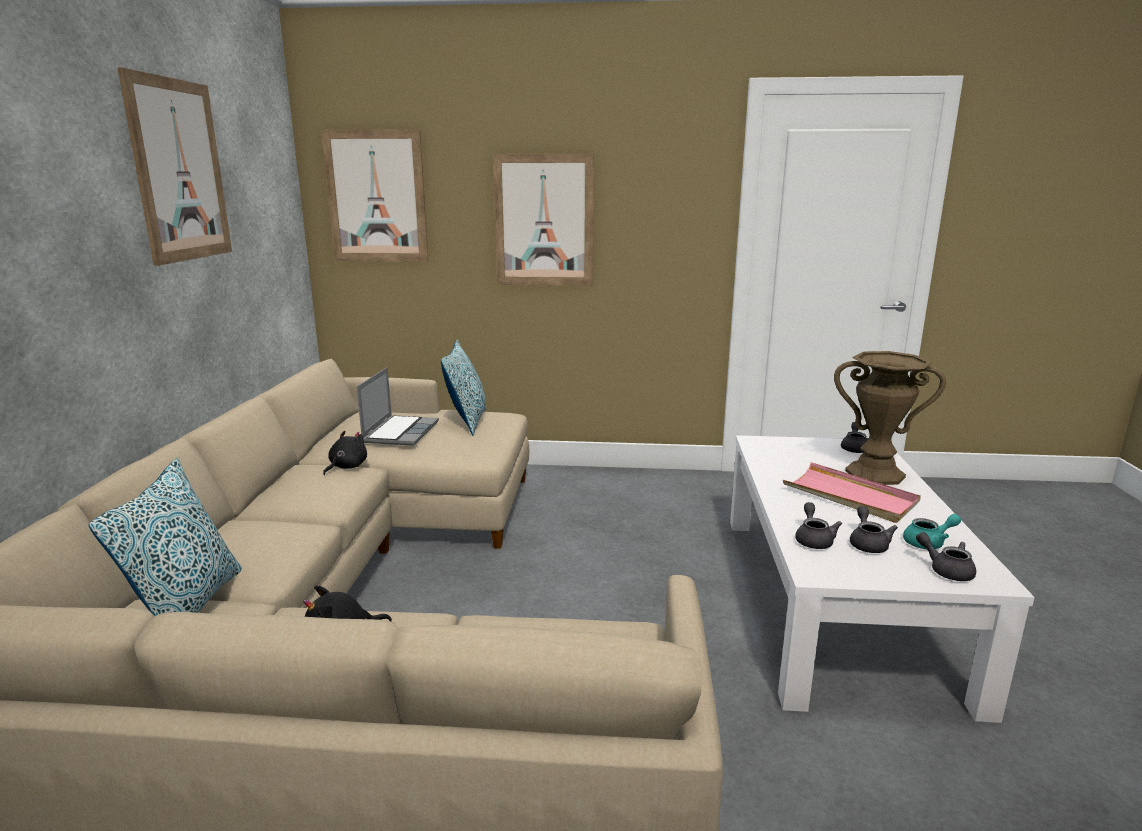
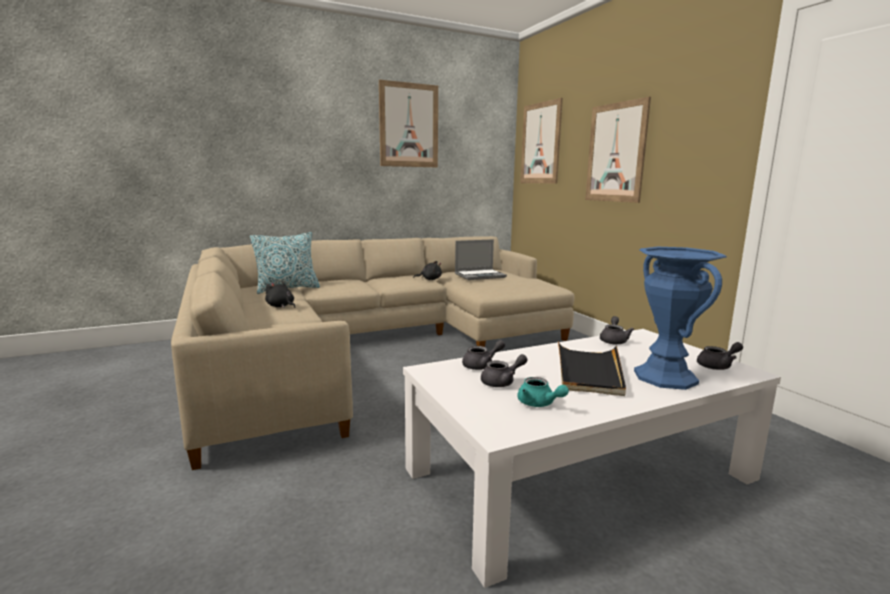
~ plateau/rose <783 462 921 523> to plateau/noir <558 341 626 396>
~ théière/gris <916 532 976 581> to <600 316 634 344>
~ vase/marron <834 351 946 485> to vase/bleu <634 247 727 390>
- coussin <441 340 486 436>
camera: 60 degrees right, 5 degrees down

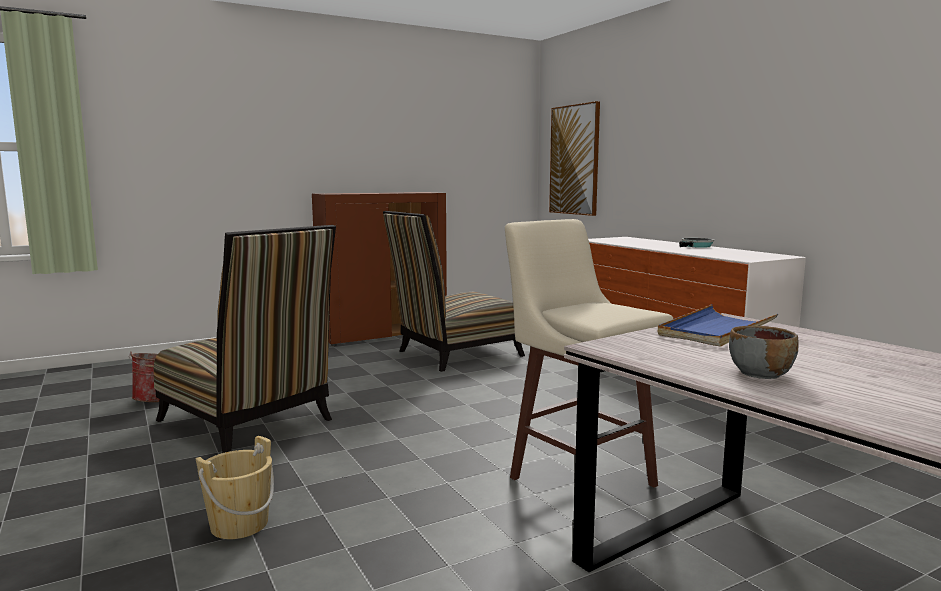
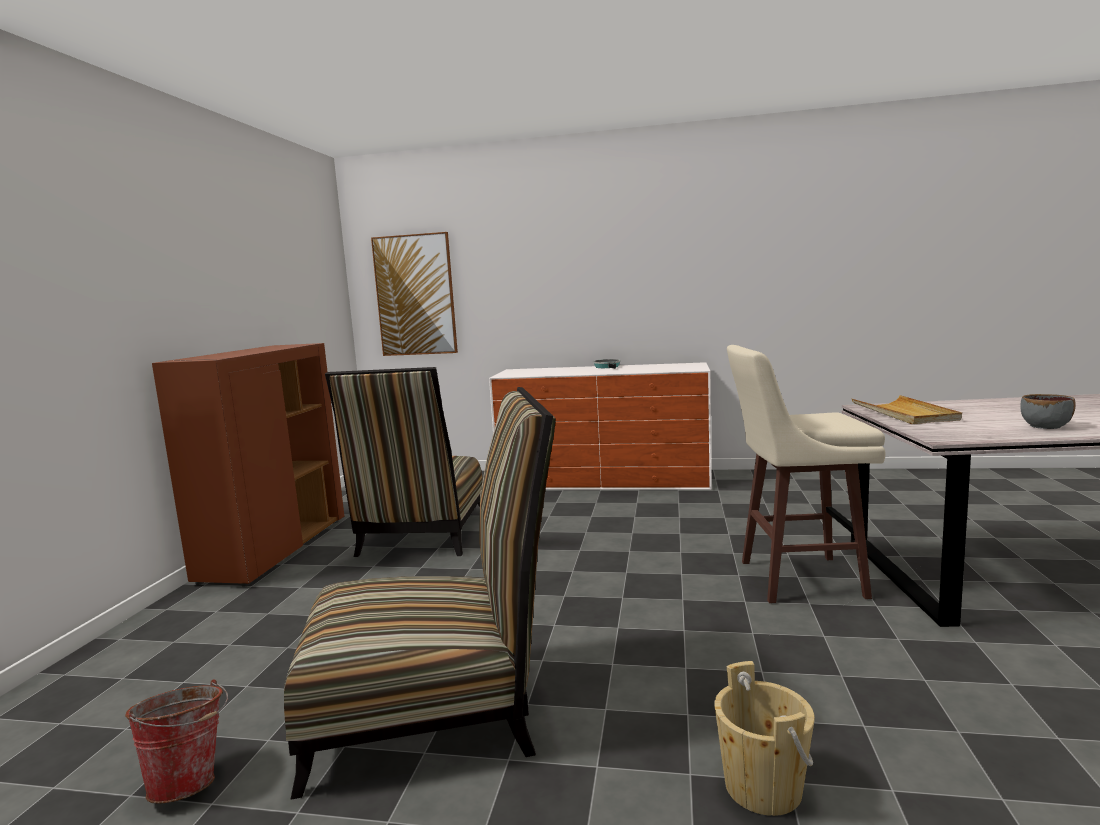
~ plateau/bleu <658 305 778 347> to plateau/beige <852 395 962 424>
camera: 50 degrees left, 0 degrees up

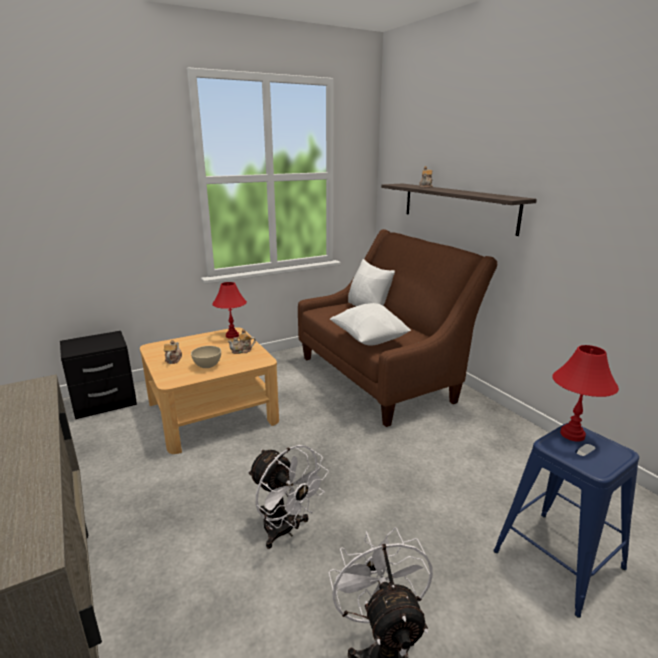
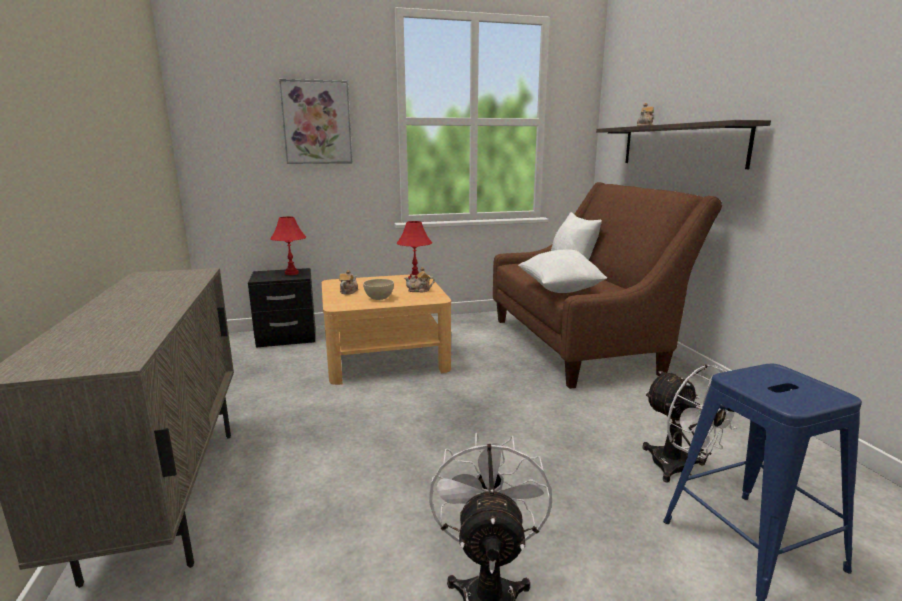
~ lampe de table/rouge <552 345 619 442> to <270 217 306 275>
+ tableau <279 79 352 164>
~ ventilateur/blanc <248 445 329 549> to <643 364 737 483>
camera: 15 degrees right, 5 degrees down

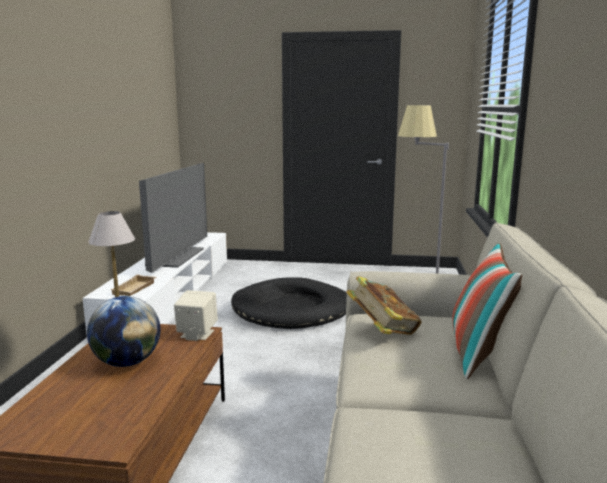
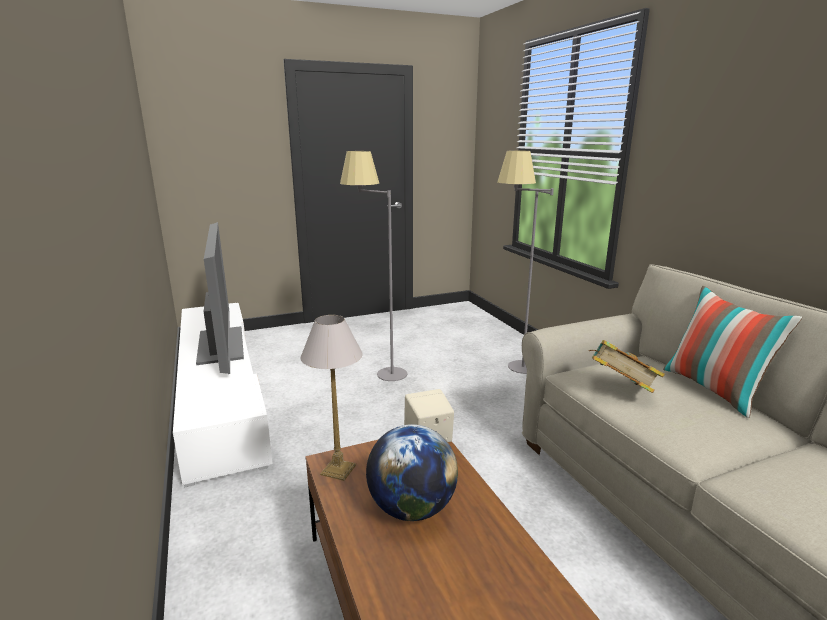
~ panier pour chien/noir <231 277 347 329> to lampadaire/gris <340 151 407 381>
- plateau/beige <110 274 156 296>
camera: 30 degrees left, 5 degrees up

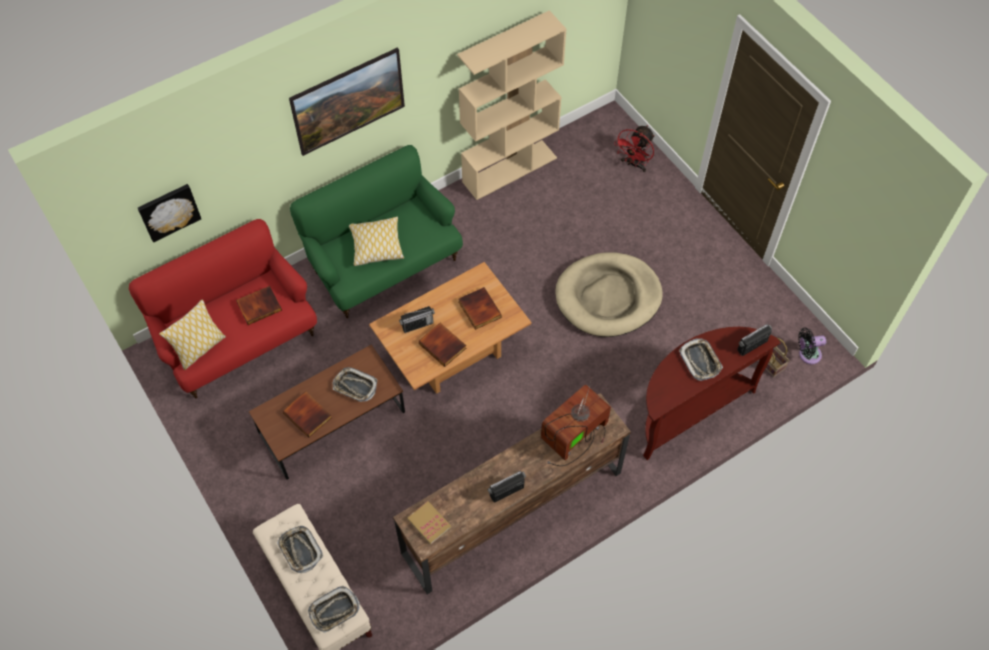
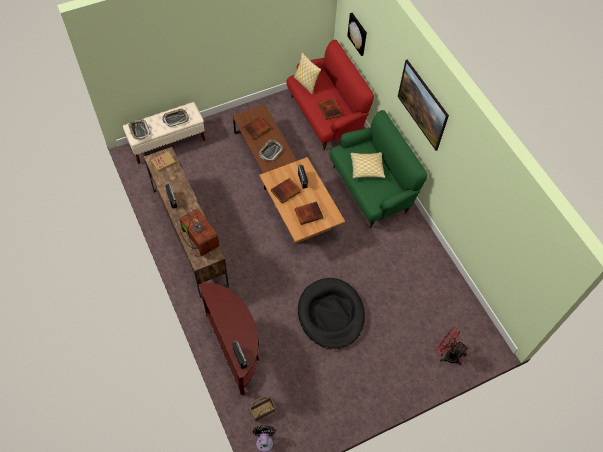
~ panier pour chien/beige <555 252 663 337> to panier pour chien/noir <298 278 365 349>
- bibliothèque/beige <457 11 567 200>
- plateau <679 338 723 381>
camera: 95 degrees right, 0 degrees up

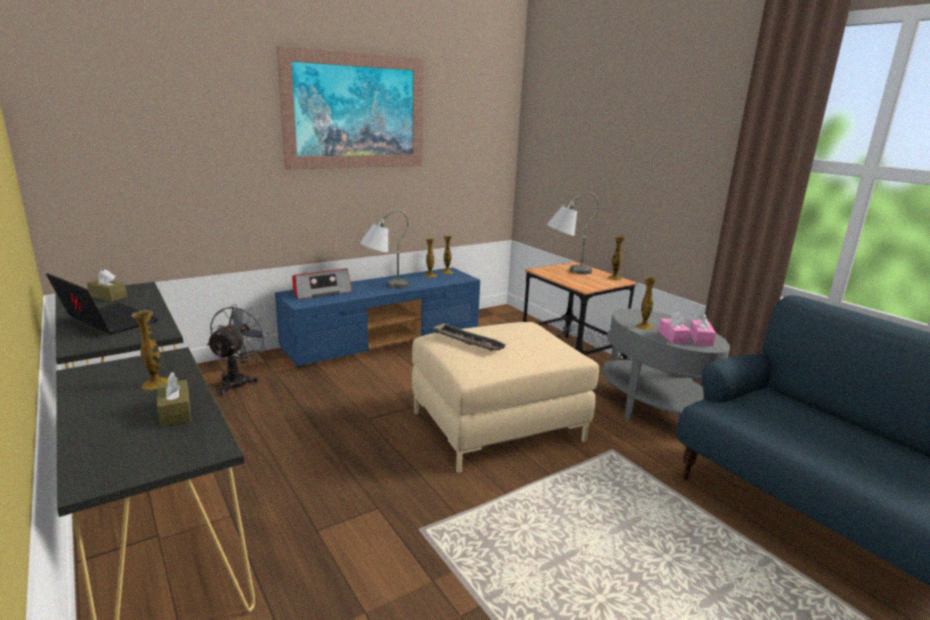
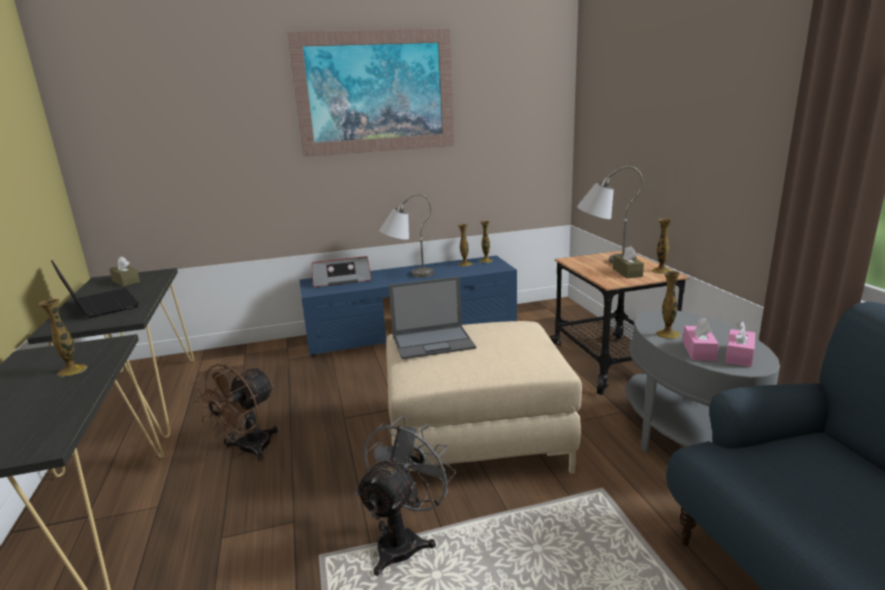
+ ventilateur/marron <192 364 278 461>
~ ventilateur/gris <207 304 270 395> to <355 416 456 576>
~ plateau <433 323 508 351> to ordinateur portable <389 276 476 359>
~ boîte à mouchoirs/marron <157 372 191 427> to <613 246 644 278>
camera: 20 degrees right, 0 degrees up

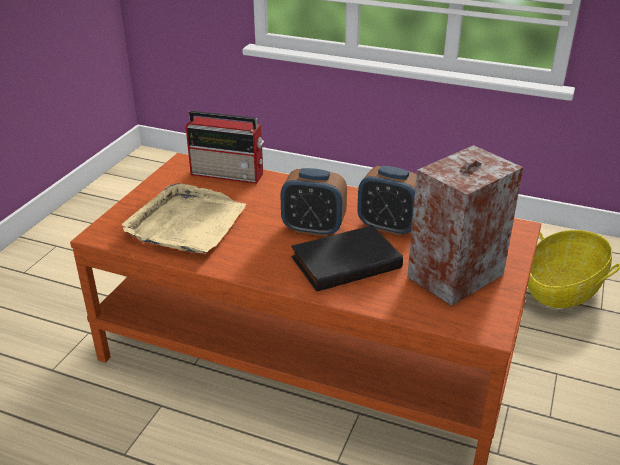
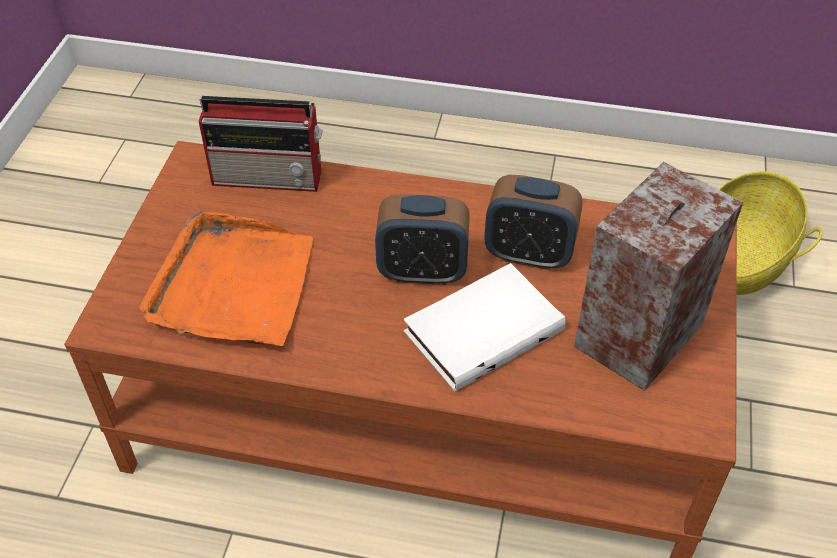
~ plateau/beige <122 183 246 254> to plateau/orange <139 211 313 346>
~ livre/noir <291 225 403 292> to livre/blanc <404 263 566 391>
camera: 10 degrees left, 15 degrees up

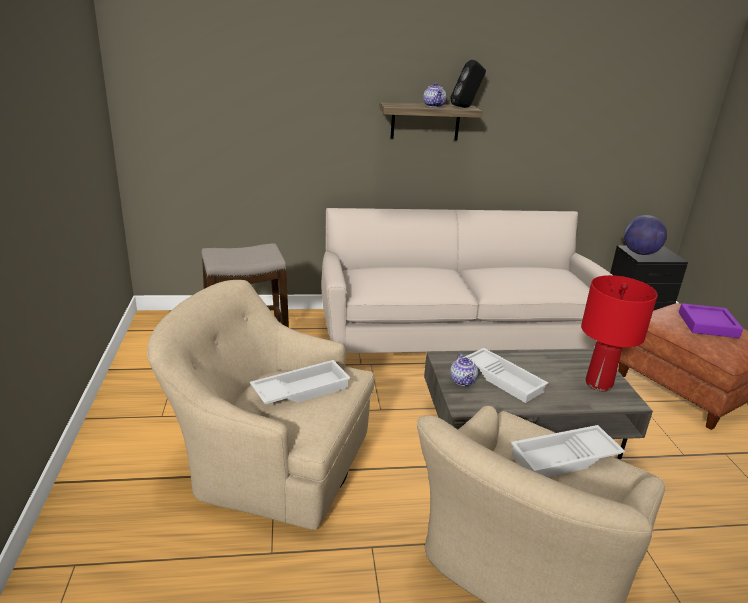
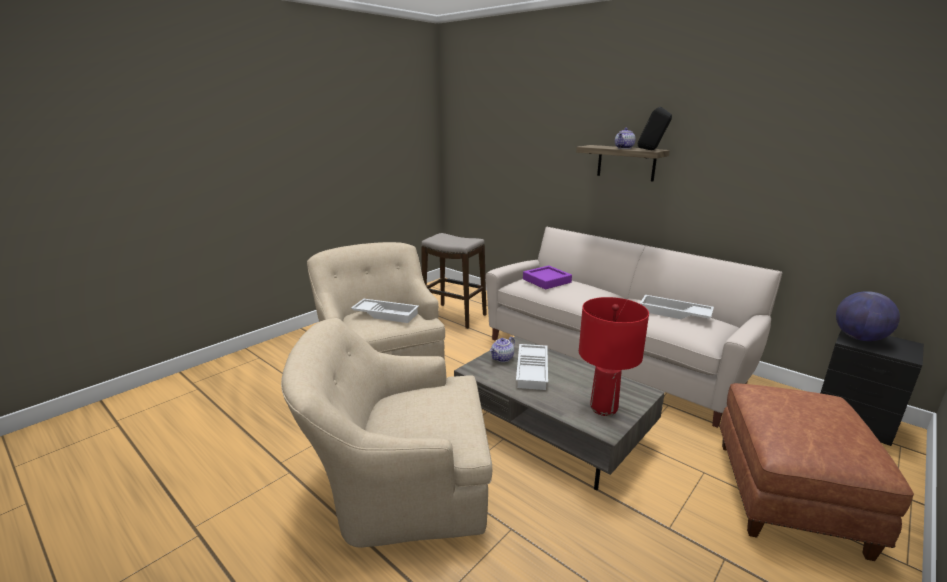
~ plateau/violet <679 303 743 338> to <523 266 572 289>
~ plateau/blanc <511 425 625 477> to <640 295 714 319>
camera: 50 degrees right, 5 degrees down

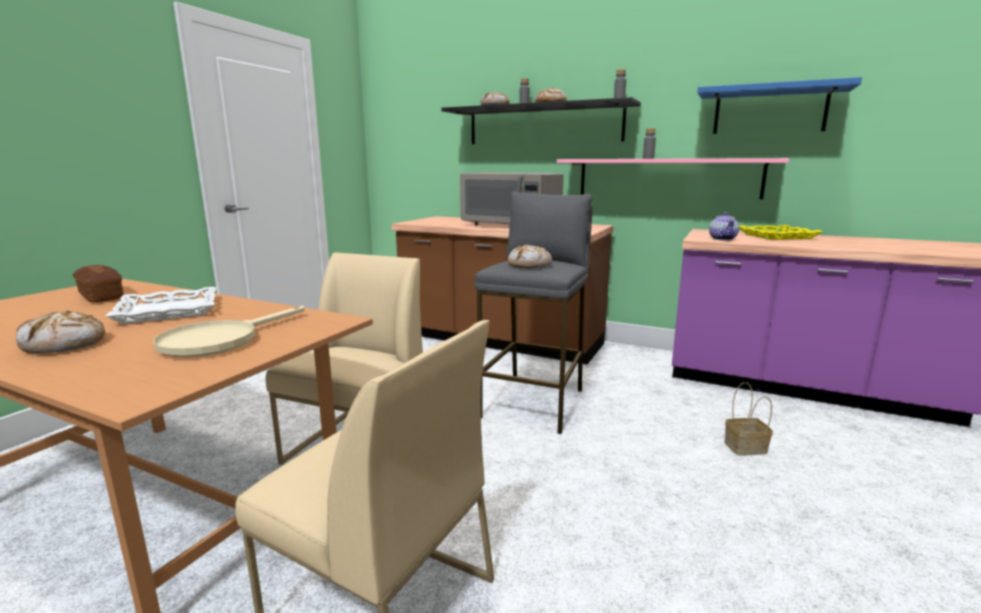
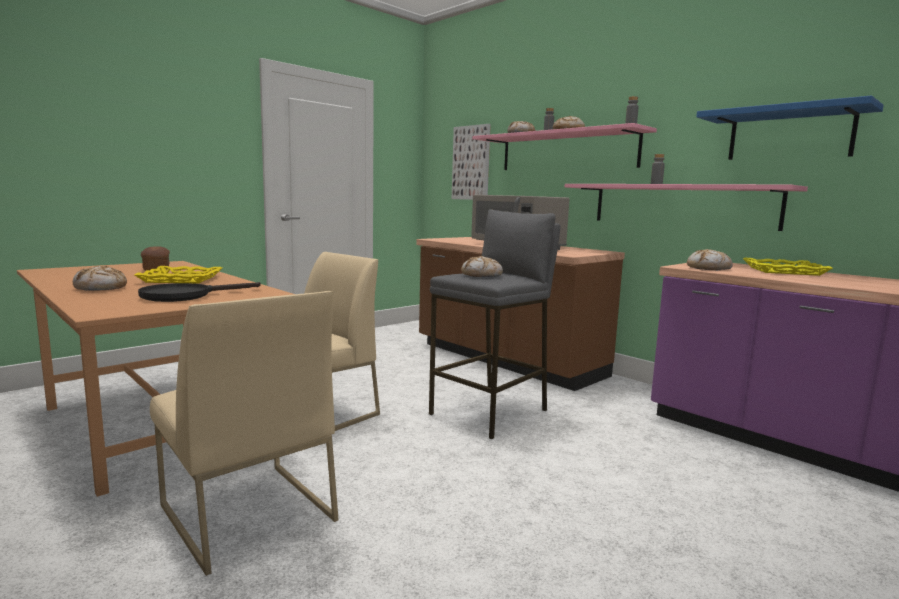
~ plateau/blanc <106 287 216 324> to plateau/jaune <134 266 222 283>
~ poêle/beige <154 306 304 358> to poêle/noir <138 282 261 302>
+ tableau <452 124 491 200>
~ étagère/noir <441 97 641 144> to étagère/rose <472 123 657 170>
~ théière <709 212 739 241> to pain <687 249 733 270>
- panier <724 382 773 455>
camera: 20 degrees right, 5 degrees down

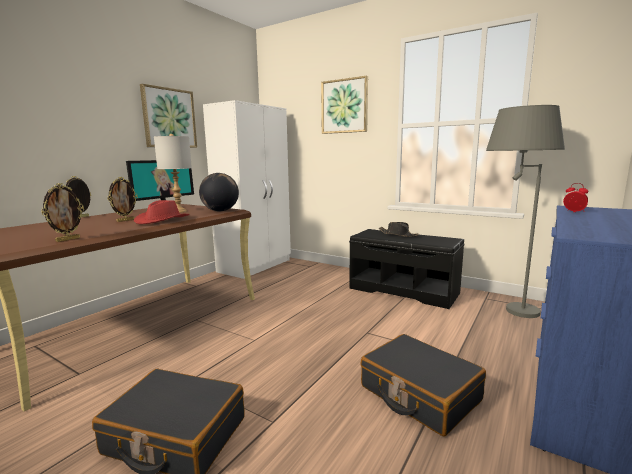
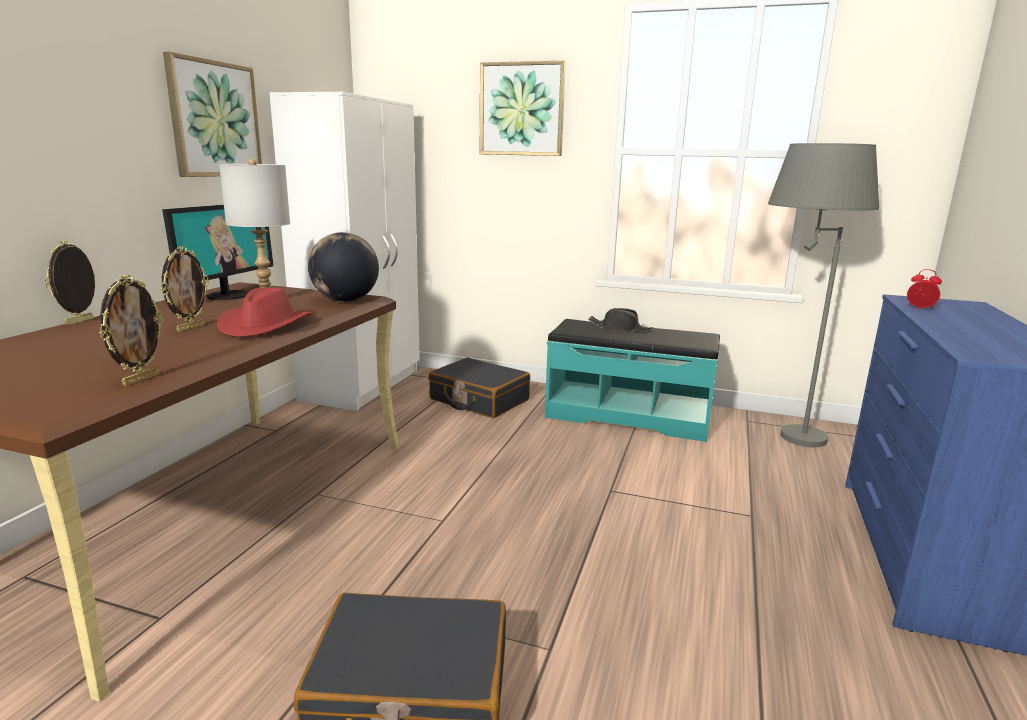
~ valise/noir <360 334 486 437> to <428 357 530 418>
~ banc/noir <349 229 464 309> to banc/turquoise <545 319 720 442>
camera: 15 degrees left, 5 degrees up

